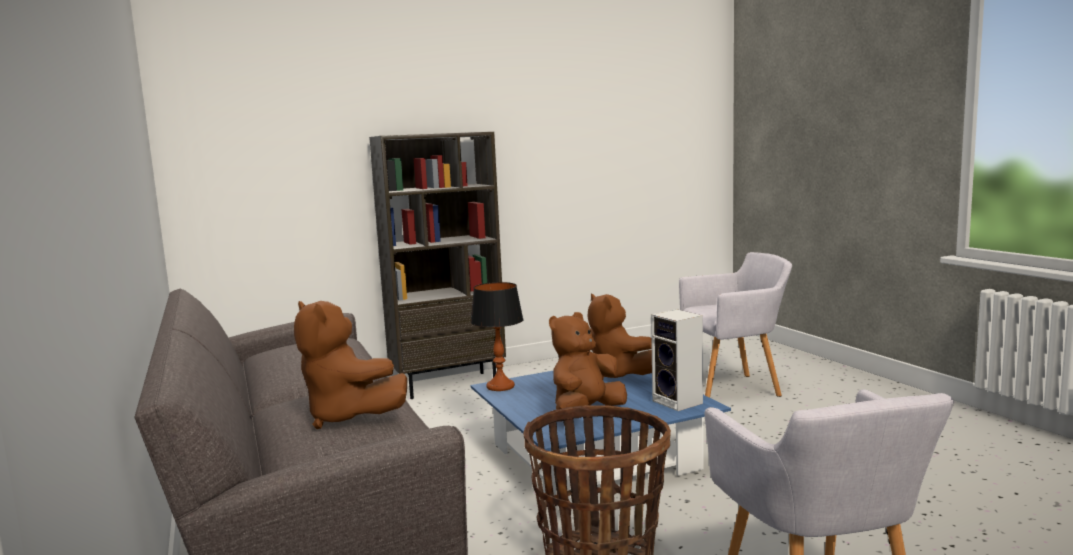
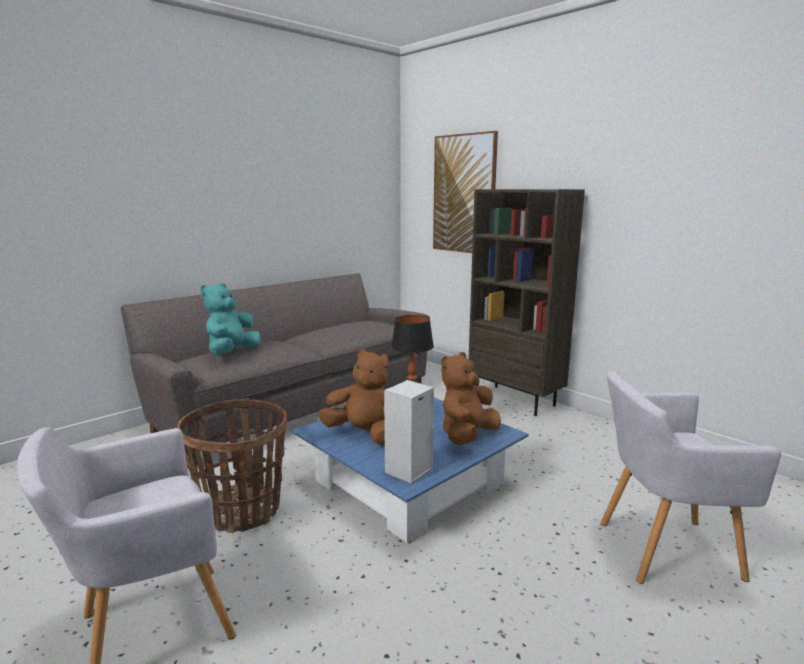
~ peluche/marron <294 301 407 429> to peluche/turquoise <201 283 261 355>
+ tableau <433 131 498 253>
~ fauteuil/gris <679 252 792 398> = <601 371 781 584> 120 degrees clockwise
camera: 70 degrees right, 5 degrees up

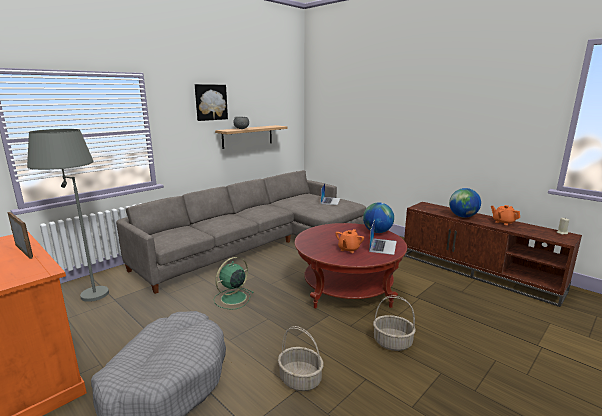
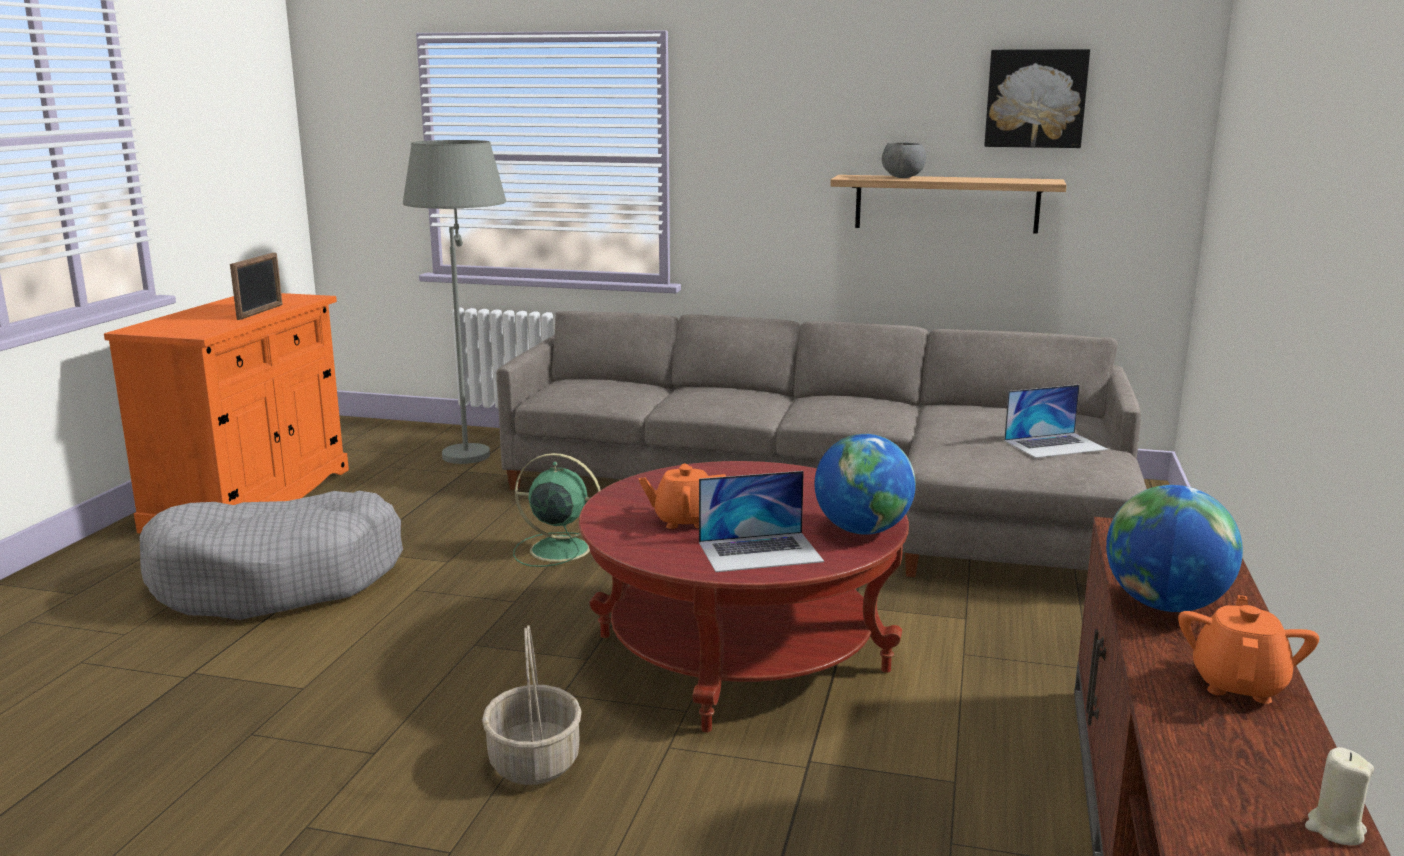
~ tableau <195 84 228 121> to <984 49 1090 148>
- panier <278 326 323 391>
camera: 60 degrees right, 0 degrees up

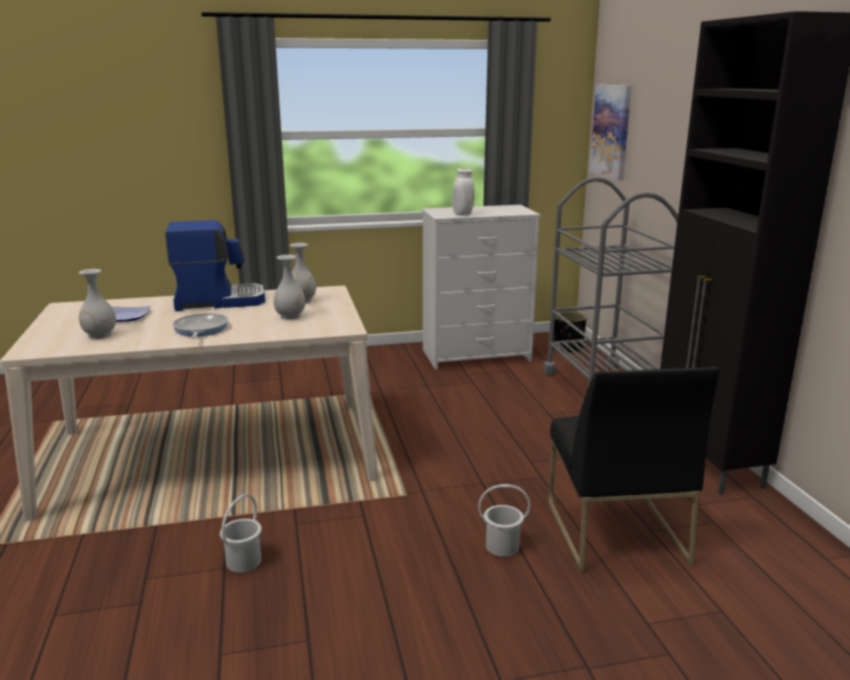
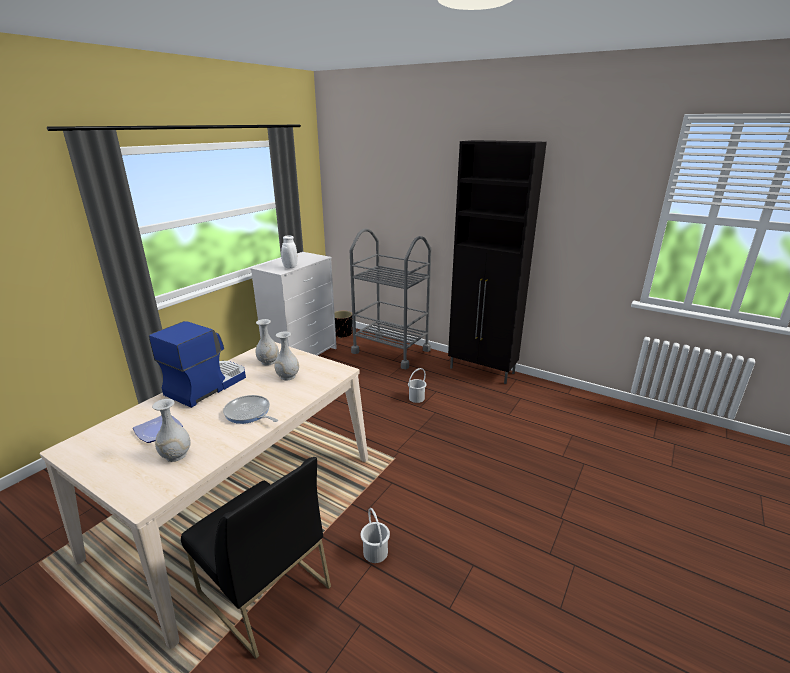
~ chaise/noir <548 367 719 573> to <181 457 331 659>
~ seau/blanc <478 484 530 557> to <408 368 426 403>
- tableau <590 85 632 180>
camera: 45 degrees left, 5 degrees up

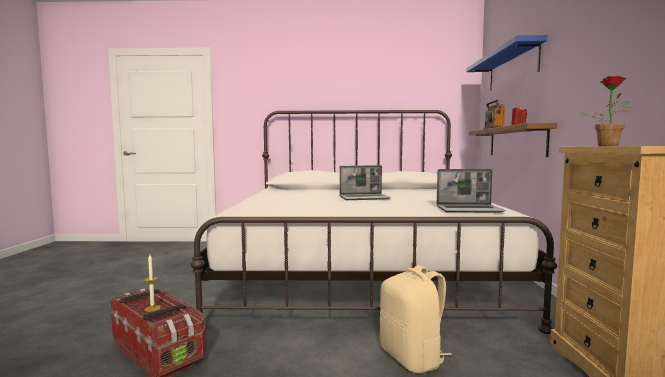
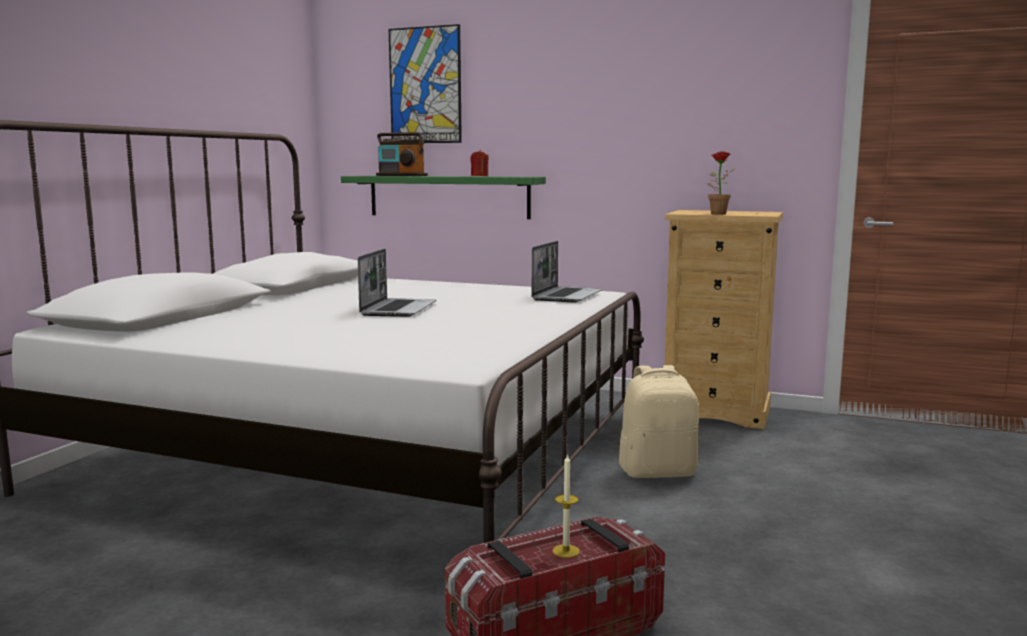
~ étagère/marron <469 123 557 157> to étagère/vert <341 176 546 219>
~ étagère/bleu <466 35 547 91> to tableau <389 24 462 143>
camera: 70 degrees left, 5 degrees up

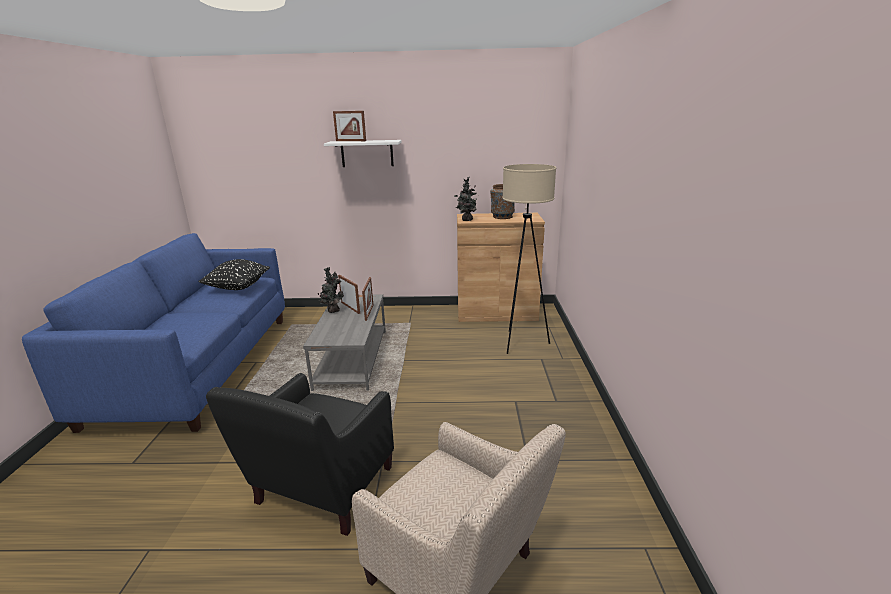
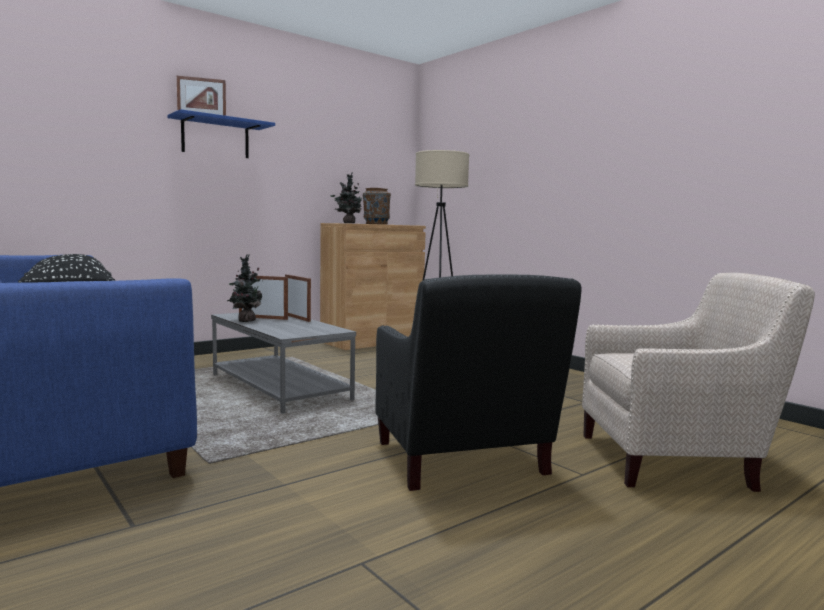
~ étagère/blanc <324 140 402 167> to étagère/bleu <167 109 275 158>
camera: 40 degrees left, 15 degrees down

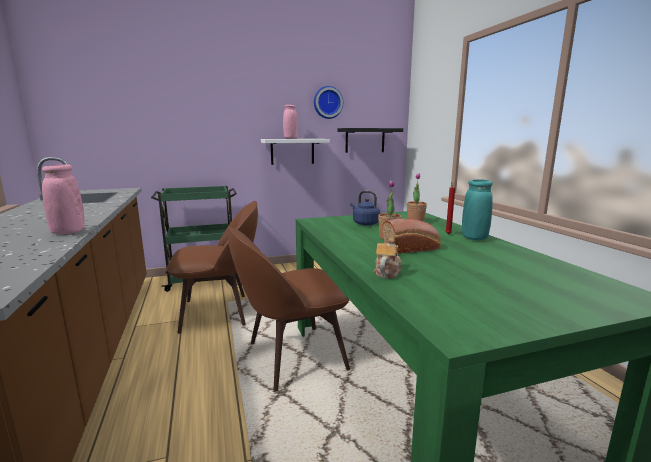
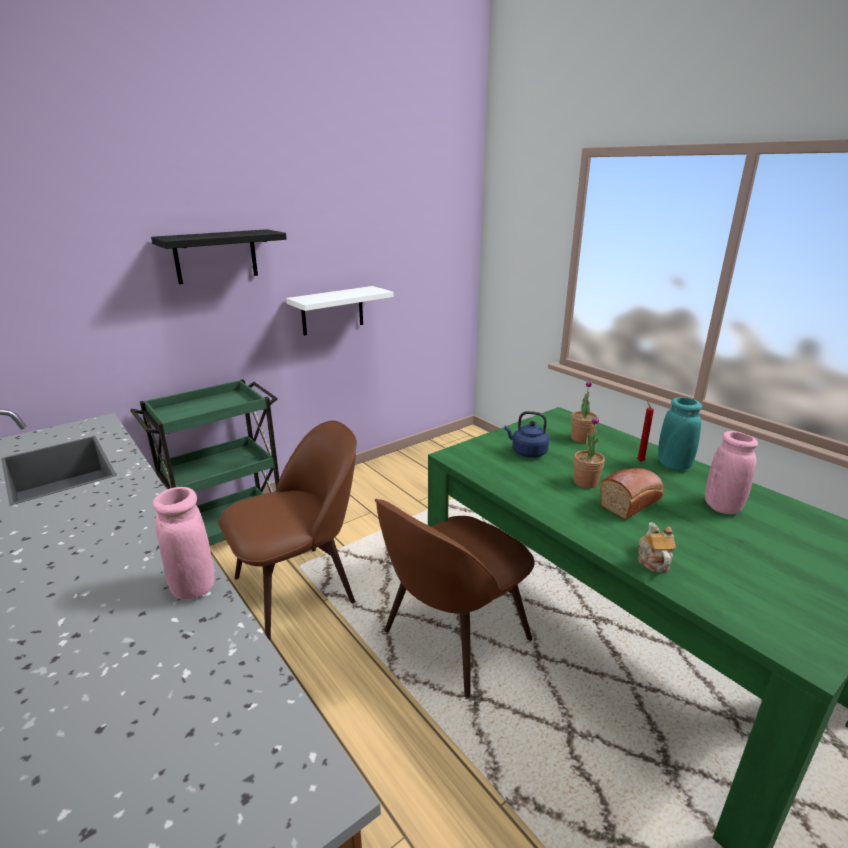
~ étagère/noir <337 128 403 153> to <151 229 287 284>
~ vase/rose <283 105 298 139> to <705 431 758 514>
- horloge murale <314 86 343 119>
camera: 20 degrees left, 10 degrees up

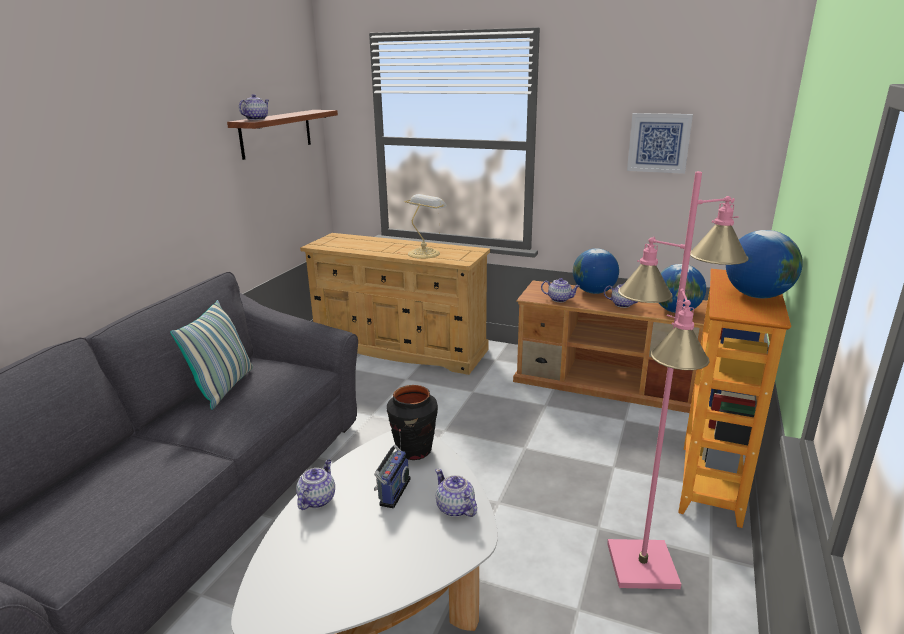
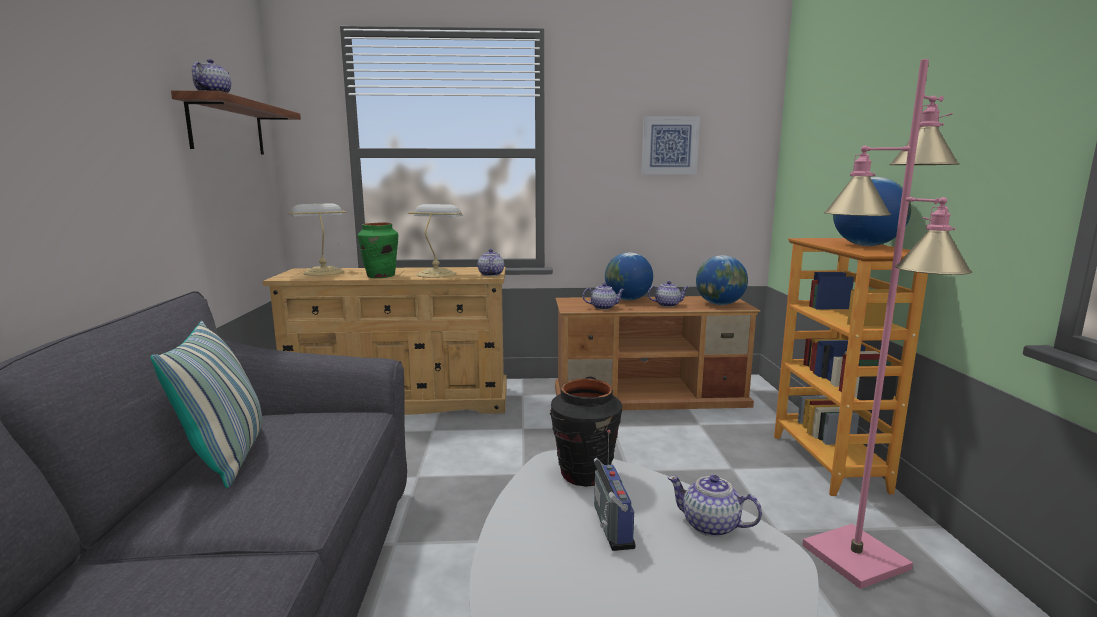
+ lampe de table <289 203 346 276>
+ vase/vert <357 222 399 278>
~ théière <296 460 335 510> to <478 249 504 276>
camera: 25 degrees left, 10 degrees down

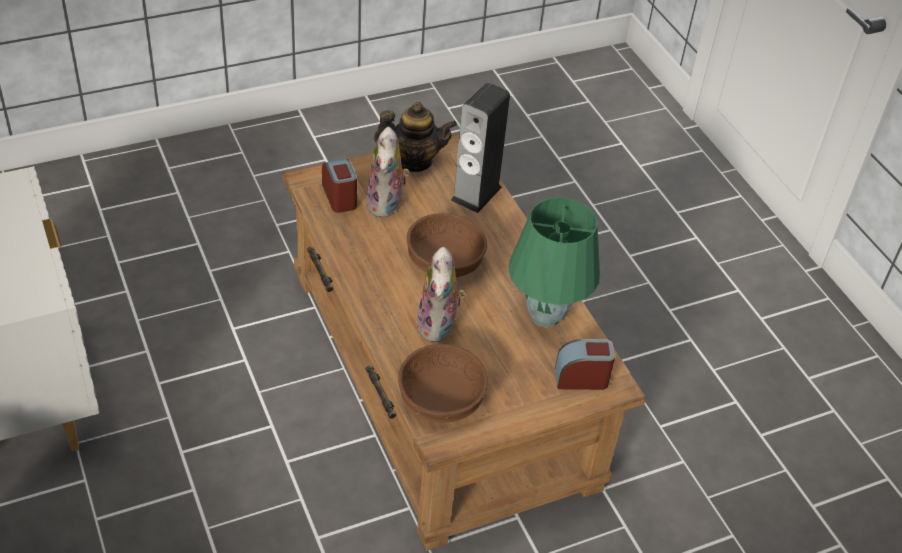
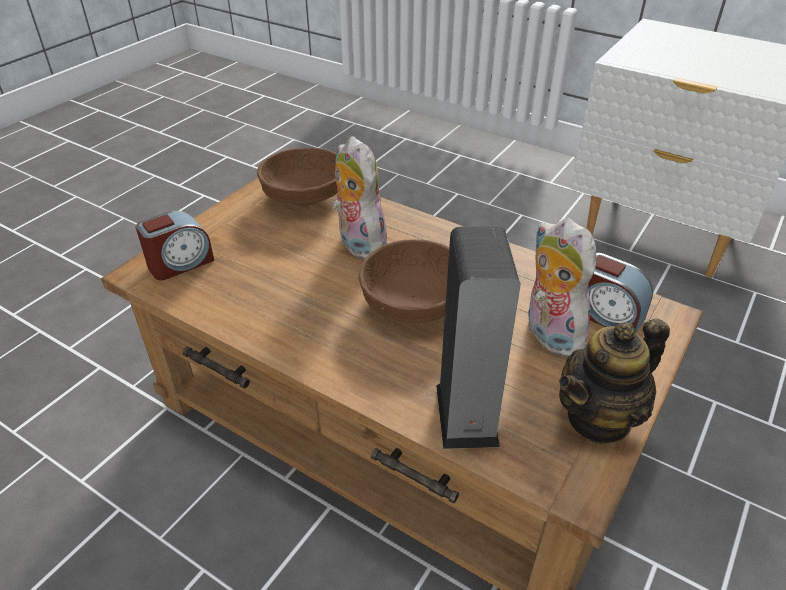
- lampe de table/vert <508 197 600 328>
camera: 150 degrees right, 5 degrees down

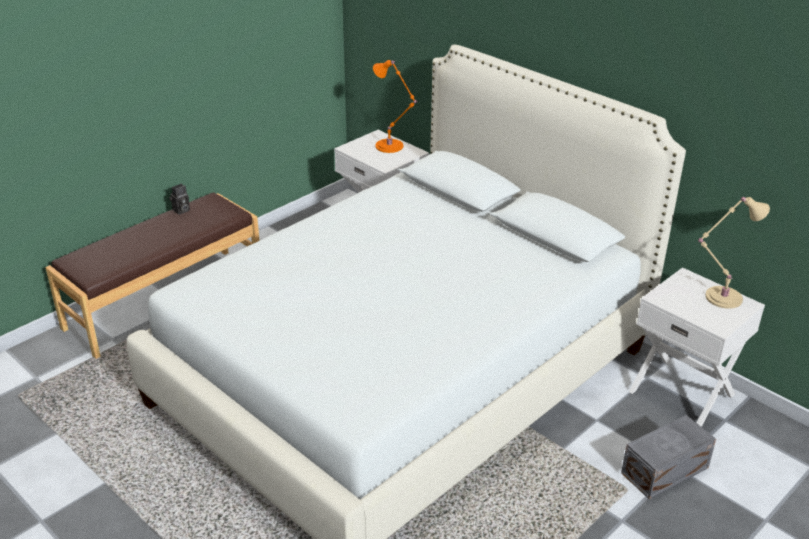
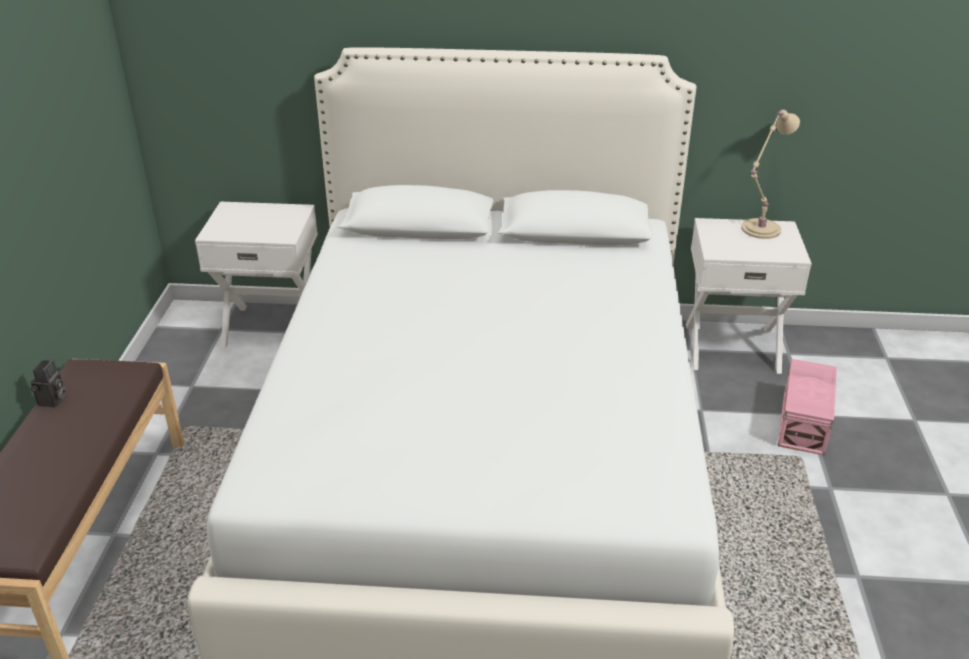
~ boîte de rangement/gris <621 415 716 499> to boîte de rangement/rose <778 359 837 456>
- lampe de table/orange <373 60 419 153>
camera: 40 degrees left, 0 degrees up

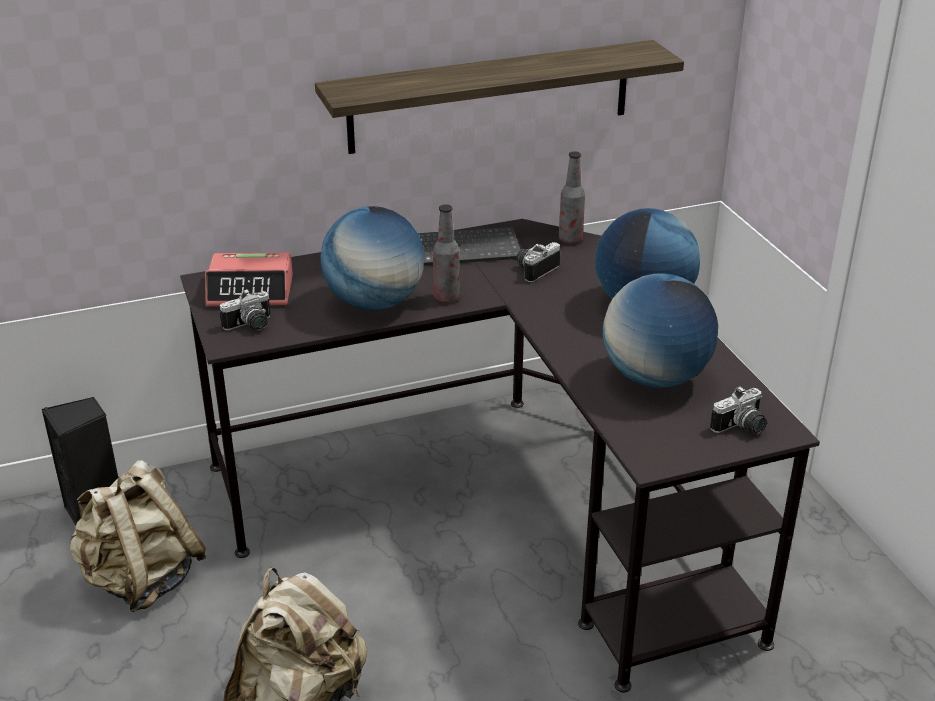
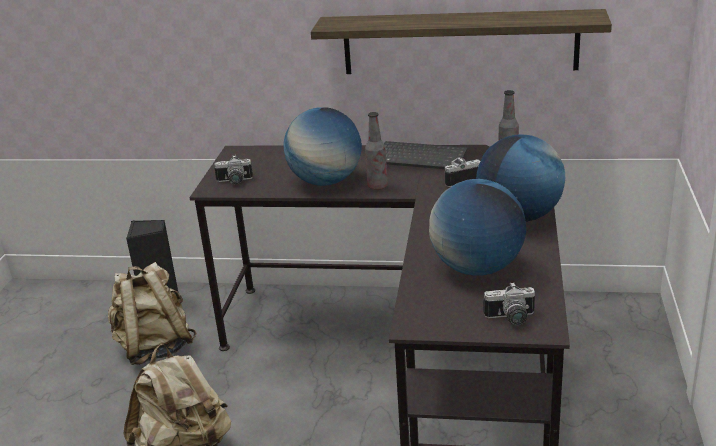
- réveil <205 252 293 306>
camera: 30 degrees right, 5 degrees down

